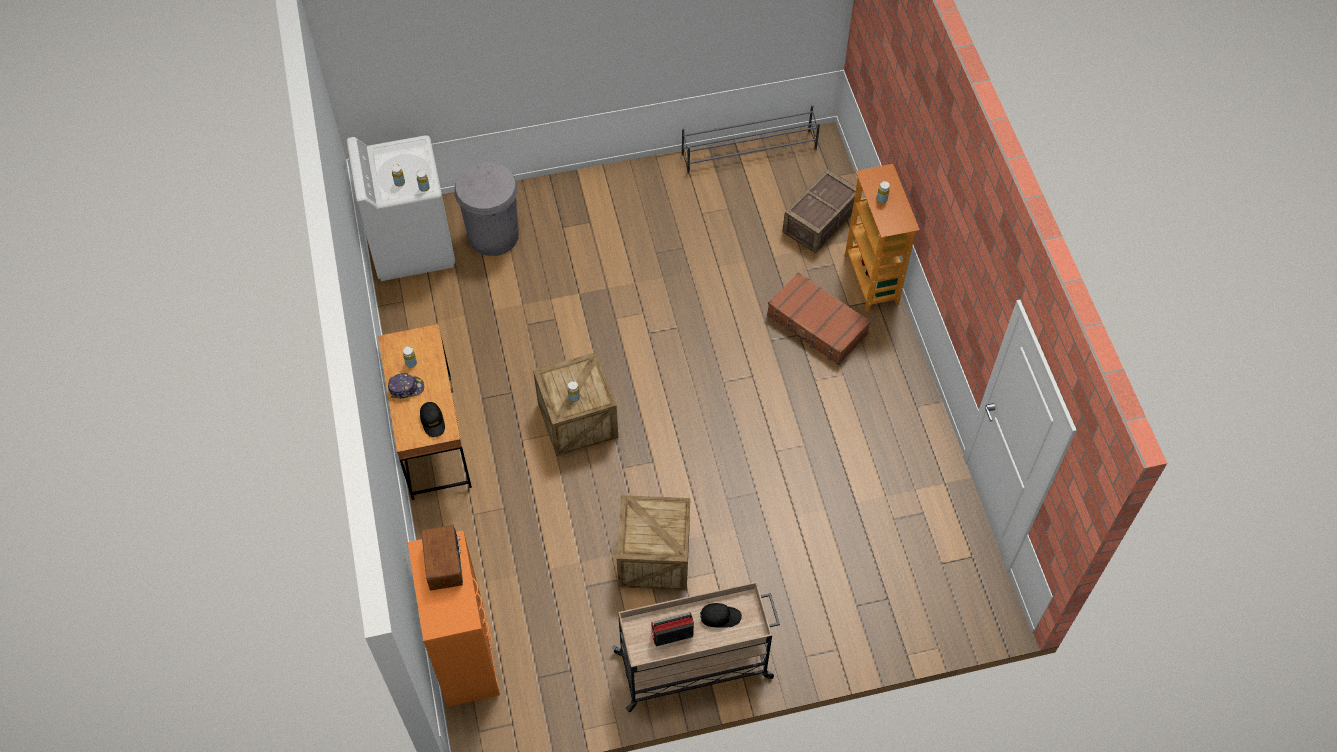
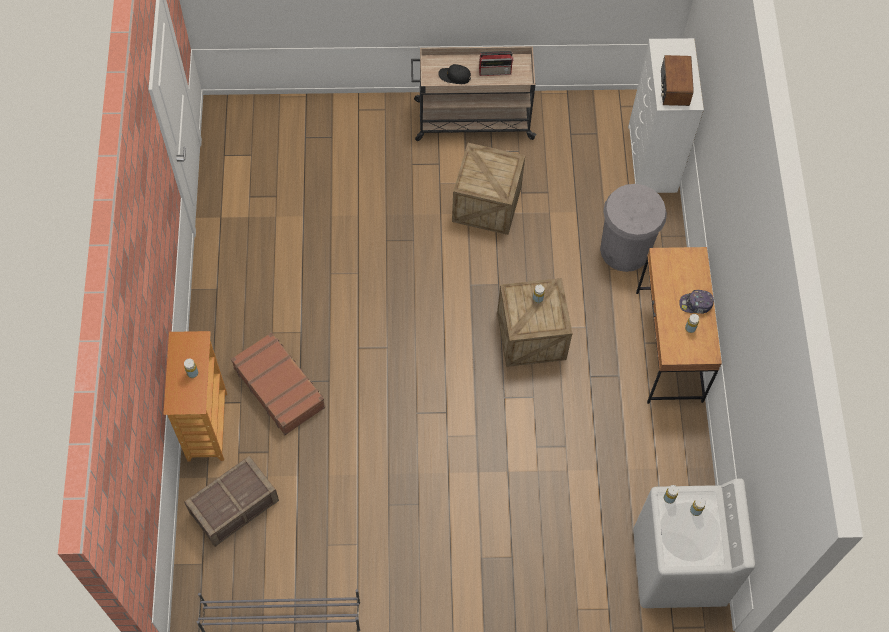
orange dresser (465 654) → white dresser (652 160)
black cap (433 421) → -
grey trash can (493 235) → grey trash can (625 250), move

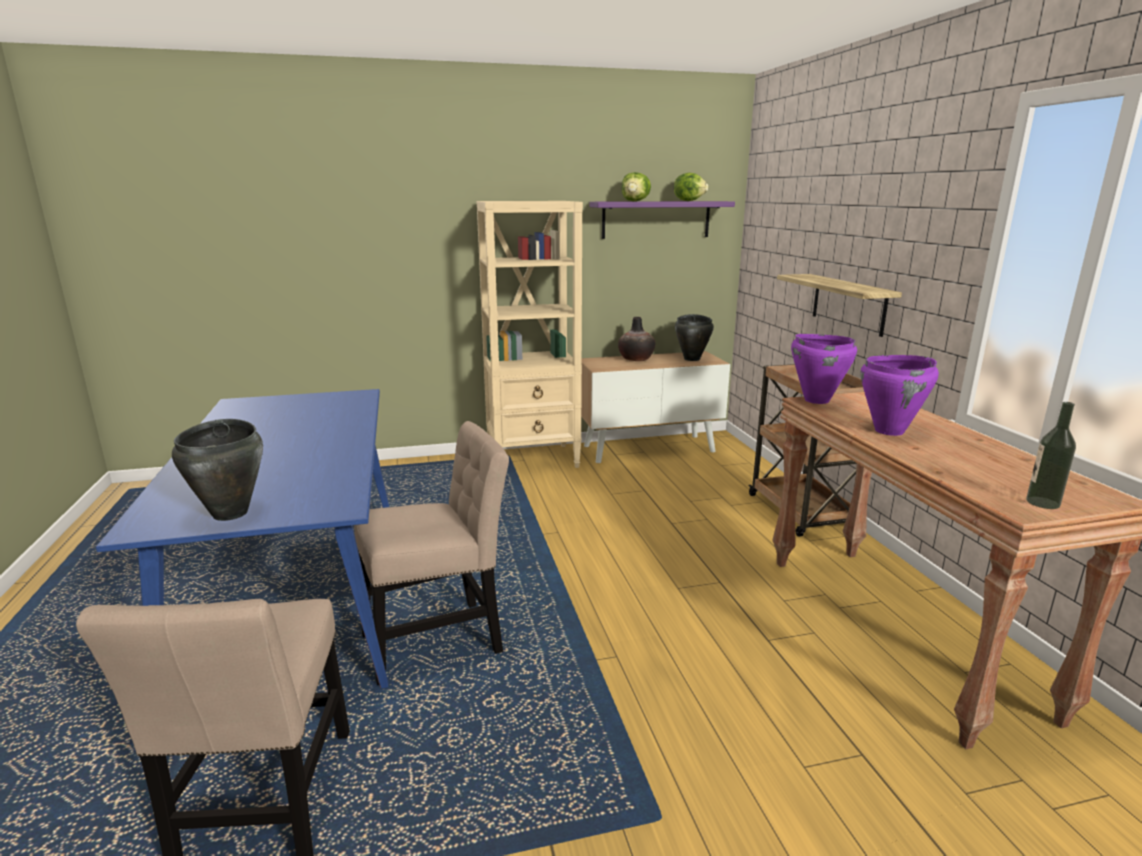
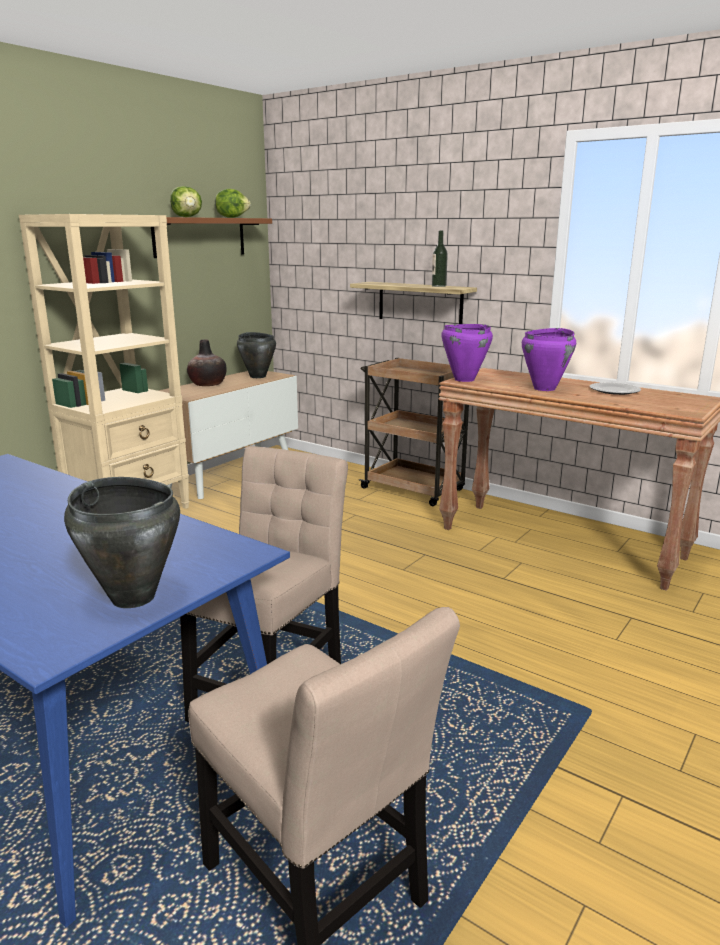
purple shelf (656 219) → brown shelf (200 237)
bottle (1042 503) → bottle (439 286), move
- → plate (615 390)

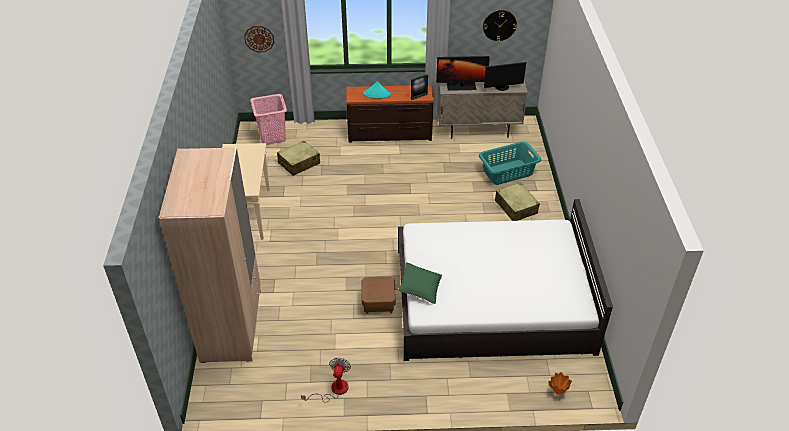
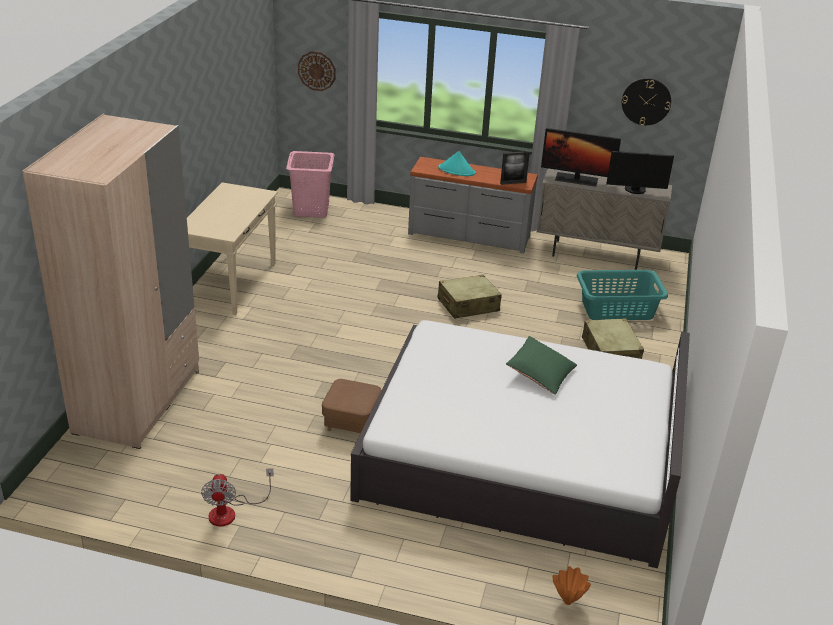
beige suitcase (299 163) → beige suitcase (467 305), move
fan (333 390) → fan (230 512), 150 degrees clockwise
brown dresser (389 134) → grey dresser (468 236)
green pillow (420 288) → green pillow (540 374), move

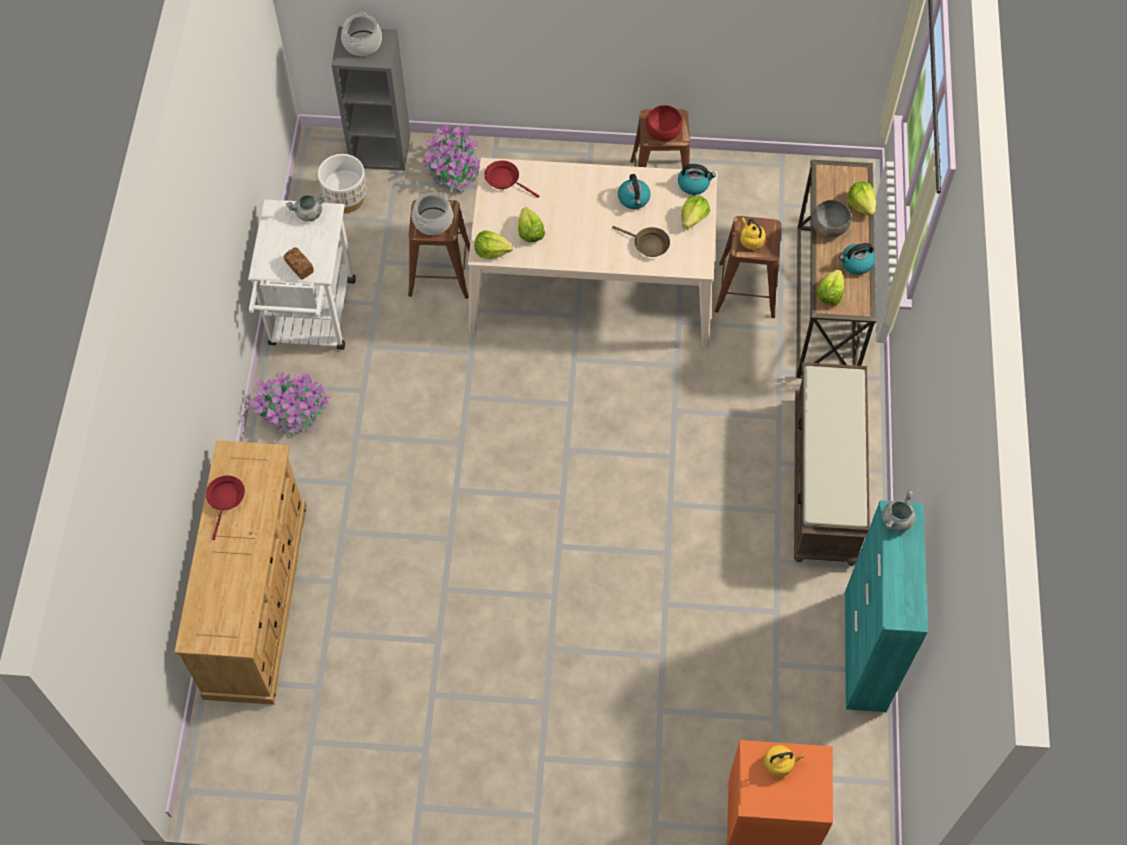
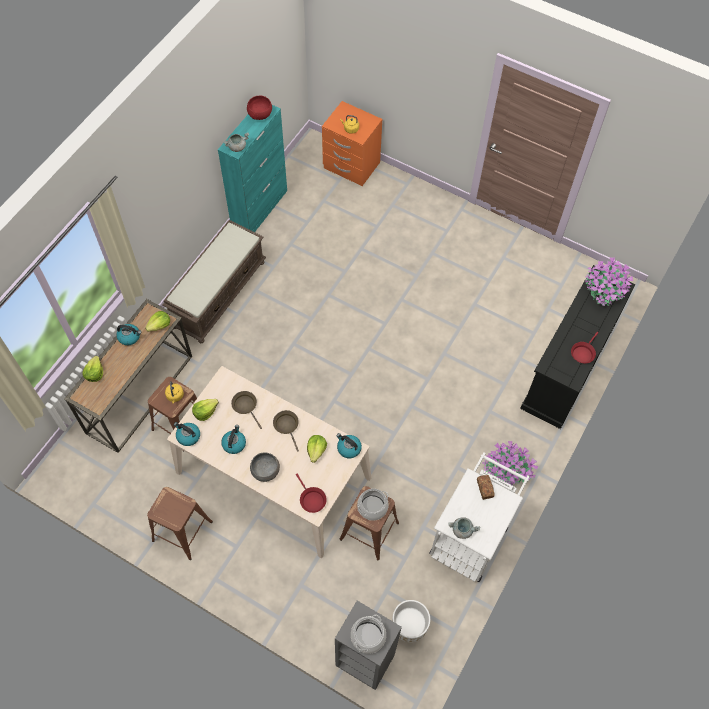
beige dresser (256 598) → black dresser (567 368)
potted plant (454 172) → potted plant (603 290), move
lettuce (492 251) → kettle (348 448)
red bowl (663 132) → red bowl (260 114), move
grey bowl (829 227) → grey bowl (265 471), move
- → brown frying pan (287 426)

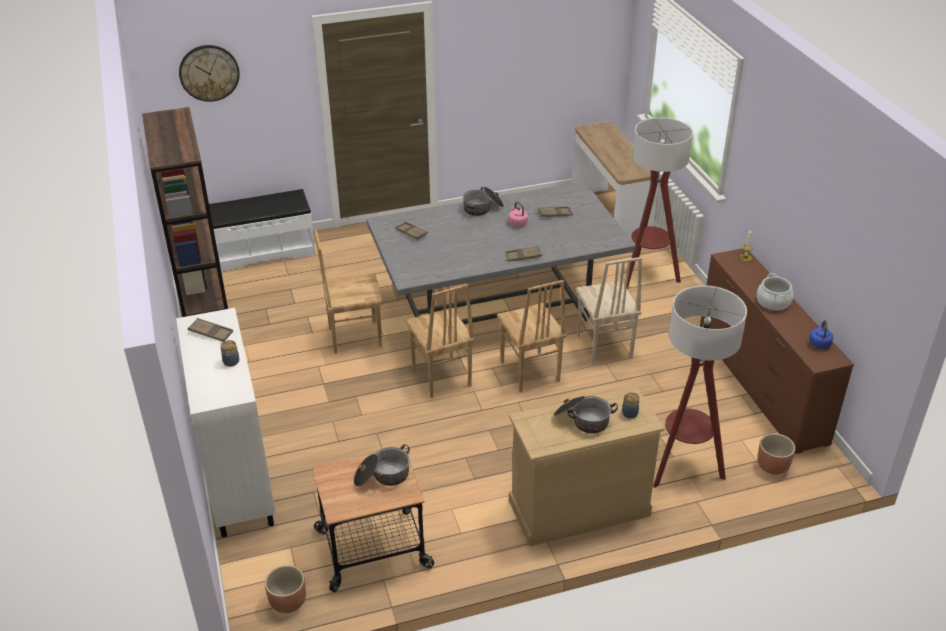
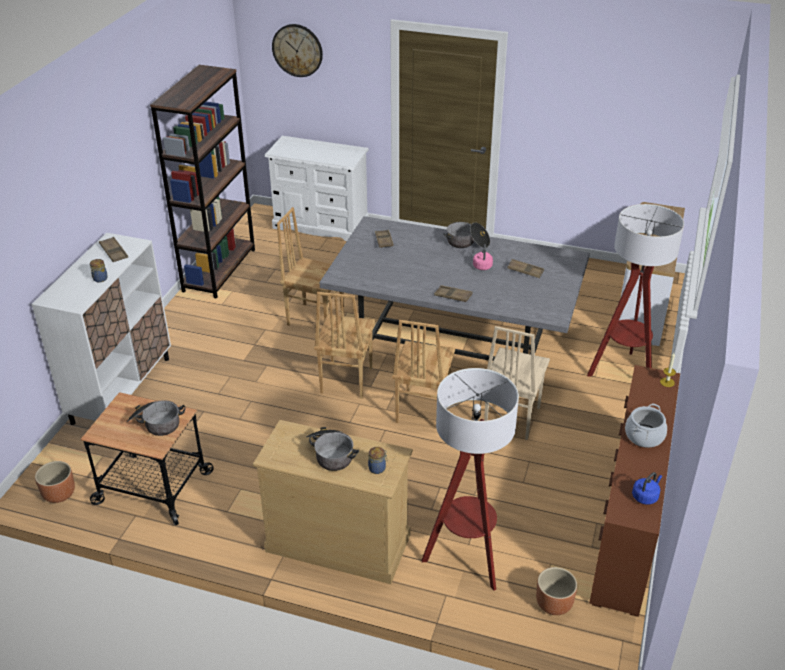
white bench (264 251) → white dresser (321 225)

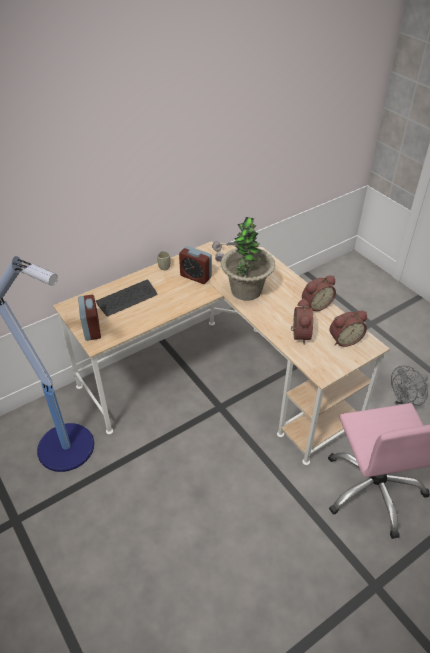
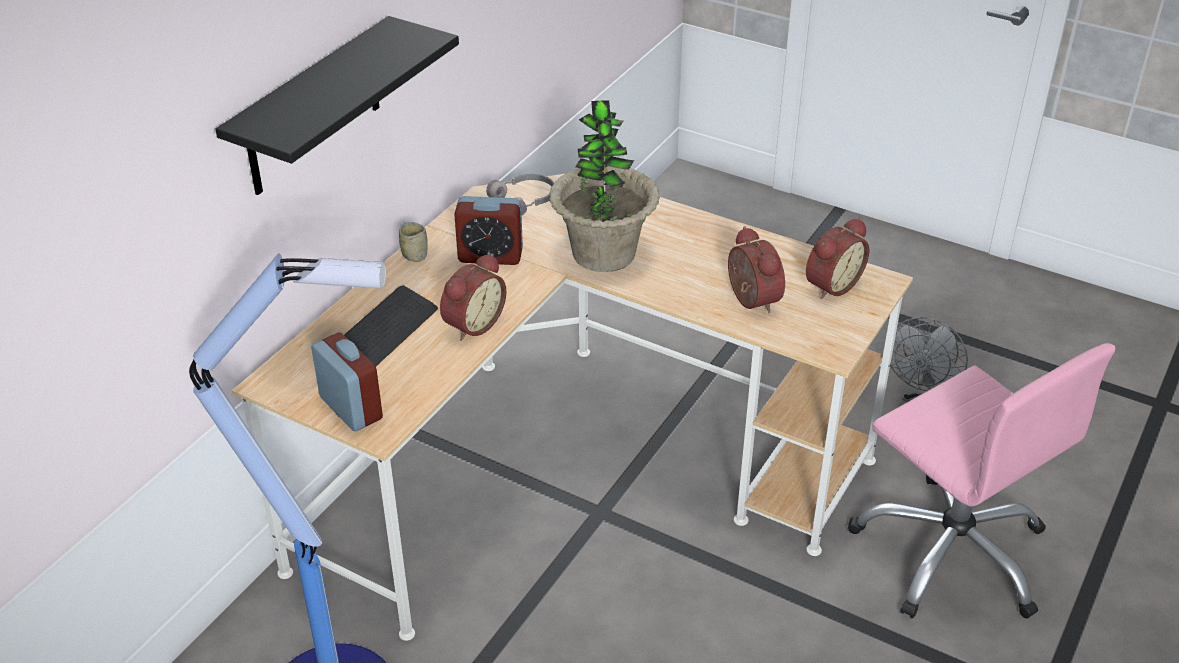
alarm clock (315 304) → alarm clock (471 324), move
- → black shelf (313 109)

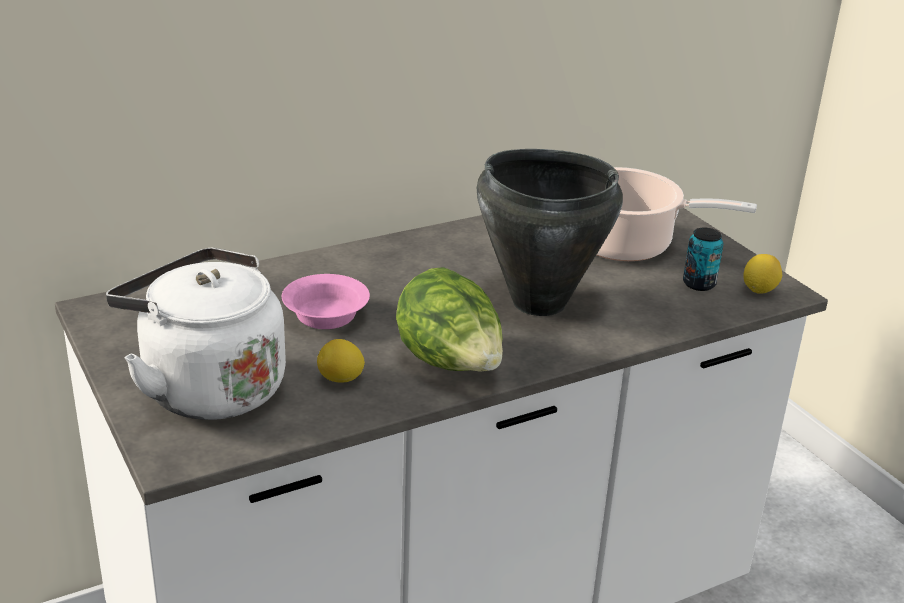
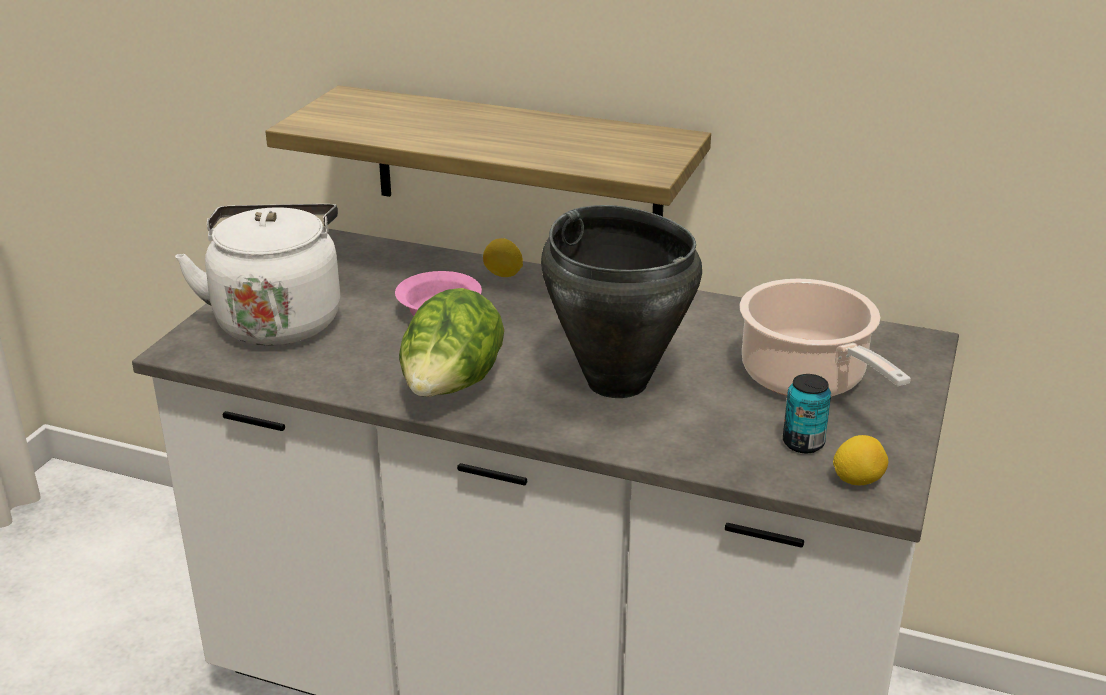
lemon (341 379) → lemon (503 275), move
- → shelf (516 162)

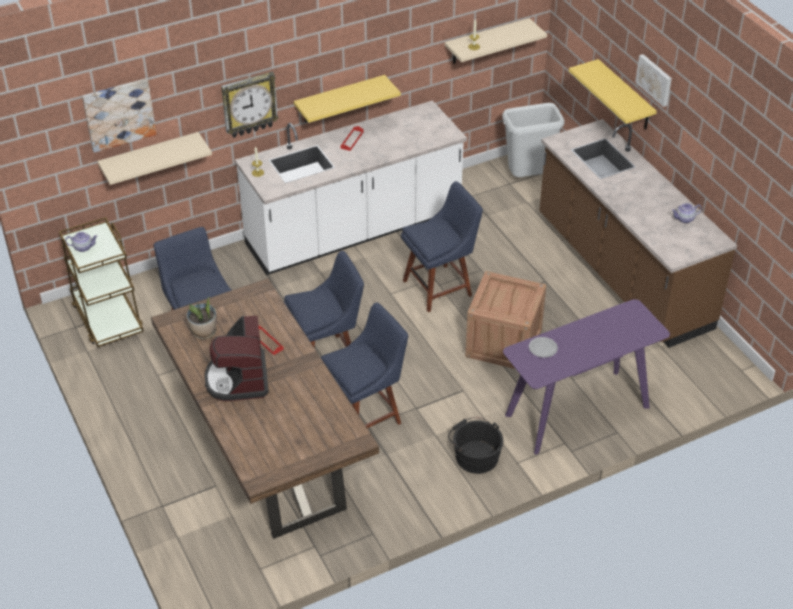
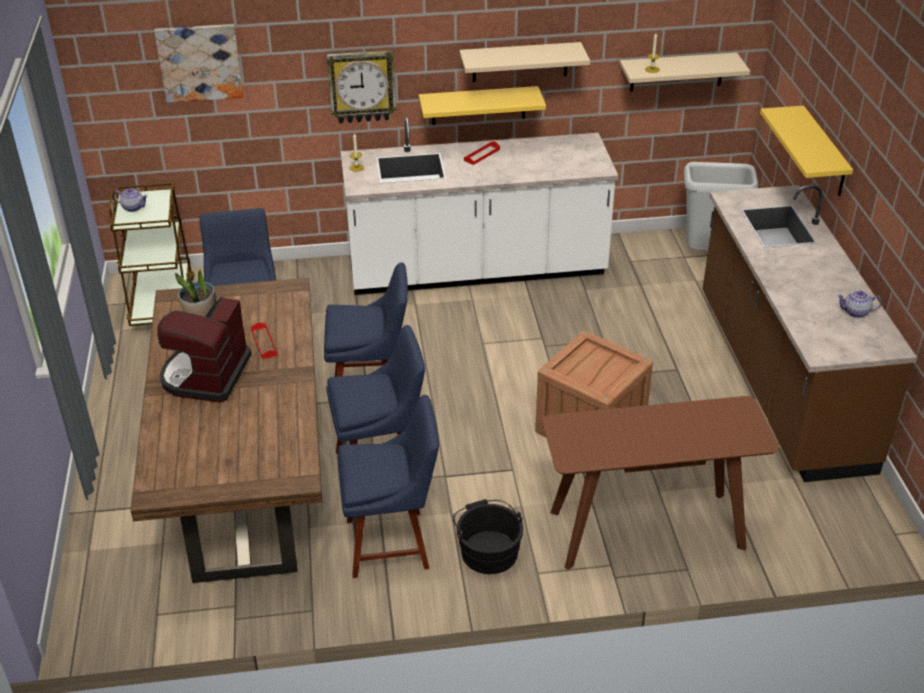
beige shelf (150 158) → beige shelf (520 62), move
blue chair (440 287) → blue chair (393 543), move
purple console table (577 411) → brown console table (646 530)
plate (542 348) → -
picture (655 79) → -

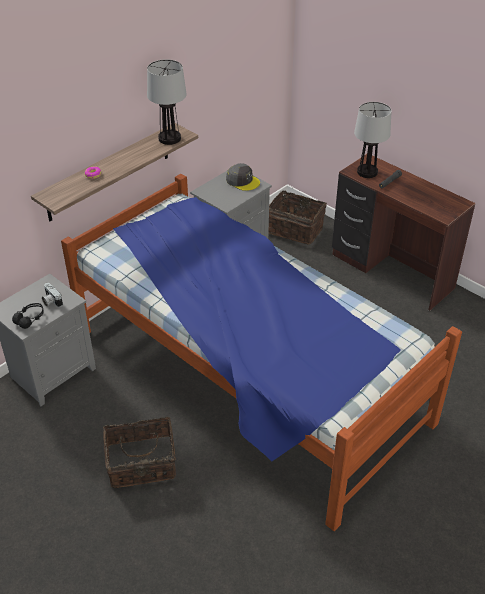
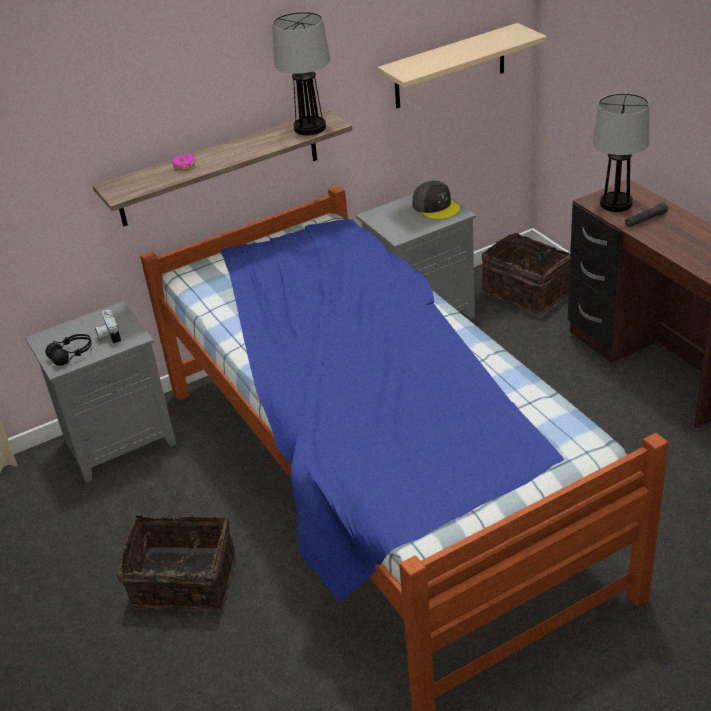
- → beige shelf (450 67)

